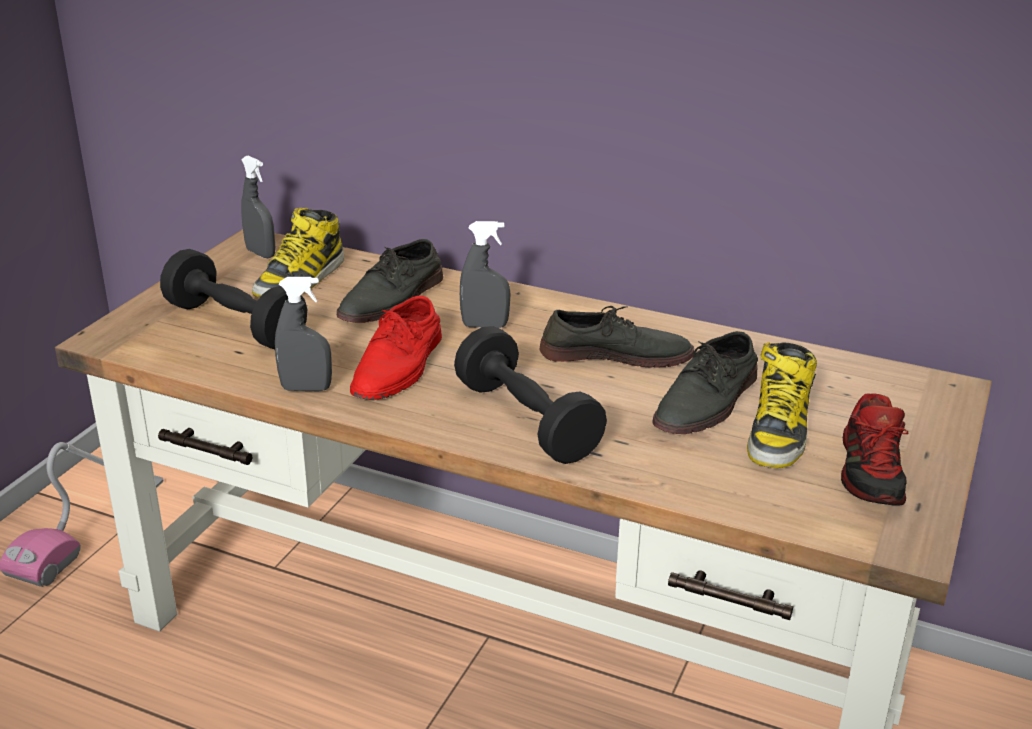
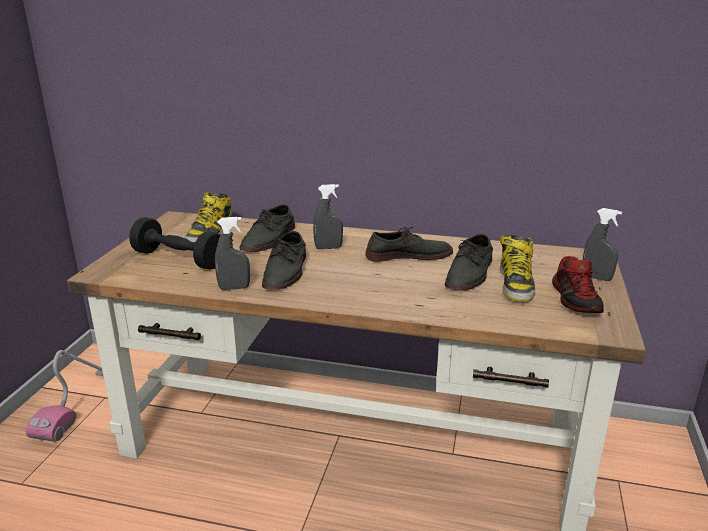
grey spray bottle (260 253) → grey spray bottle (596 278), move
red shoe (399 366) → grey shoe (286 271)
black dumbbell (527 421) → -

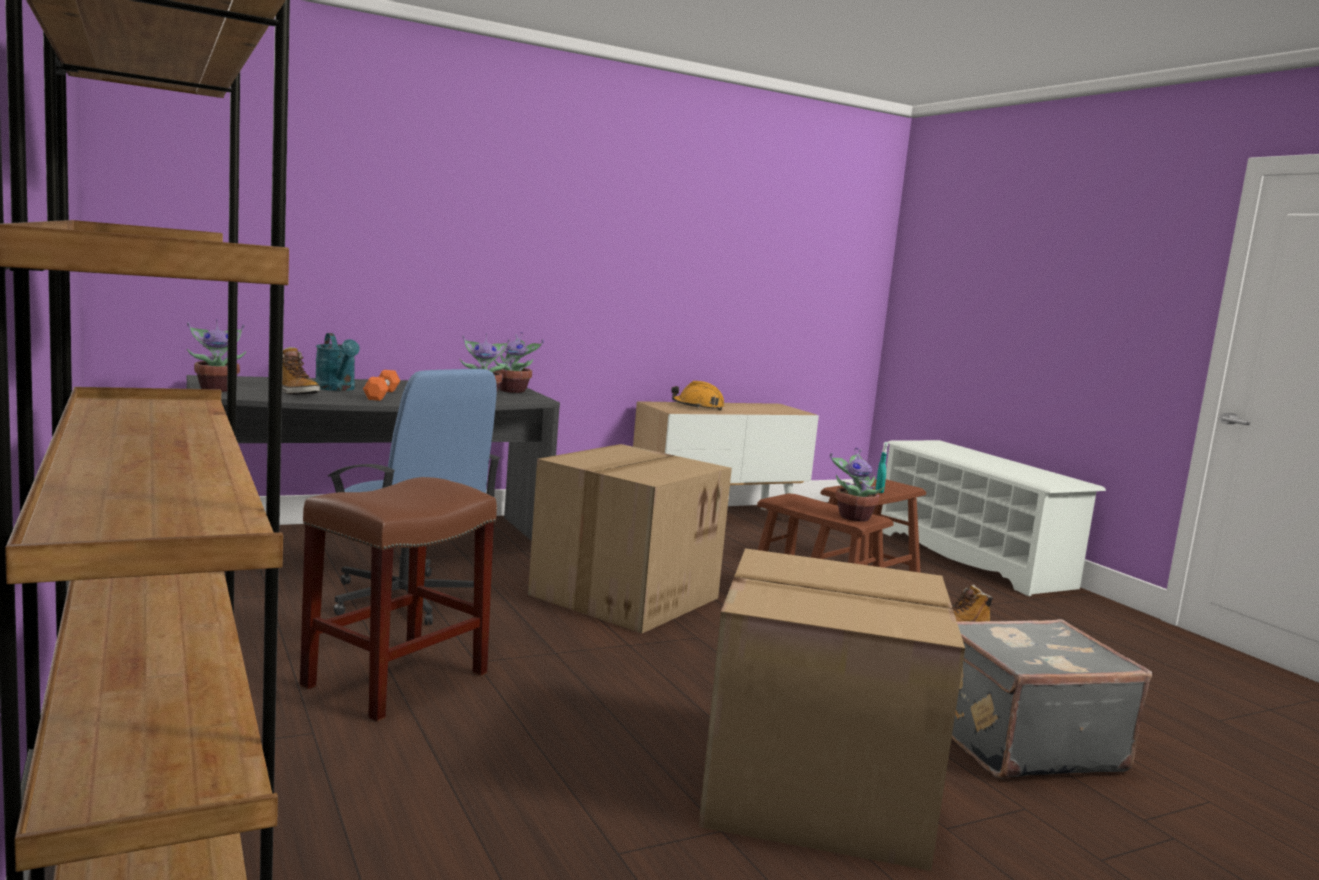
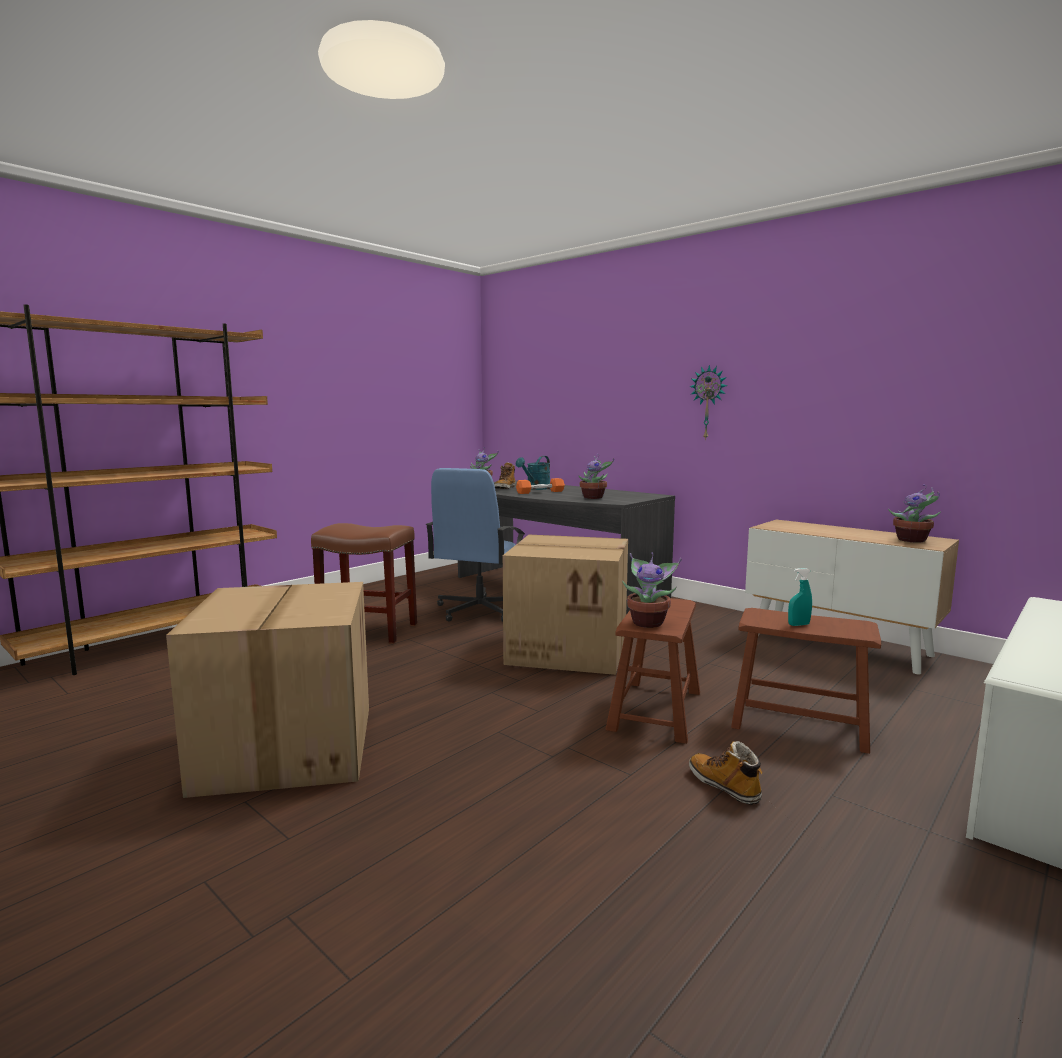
potted plant (514 391) → potted plant (913 540), move
orange hard hat (697 407) → -
grey suitcase (1020 742) → -
- → wall clock (708 402)

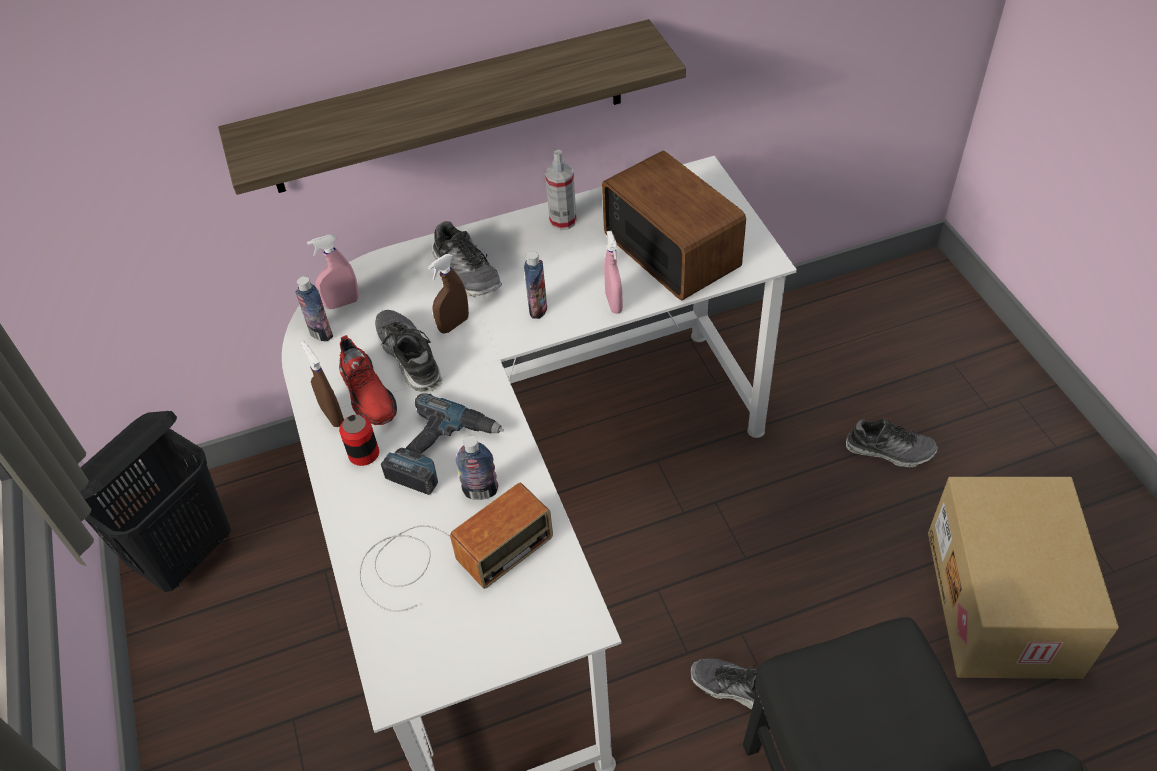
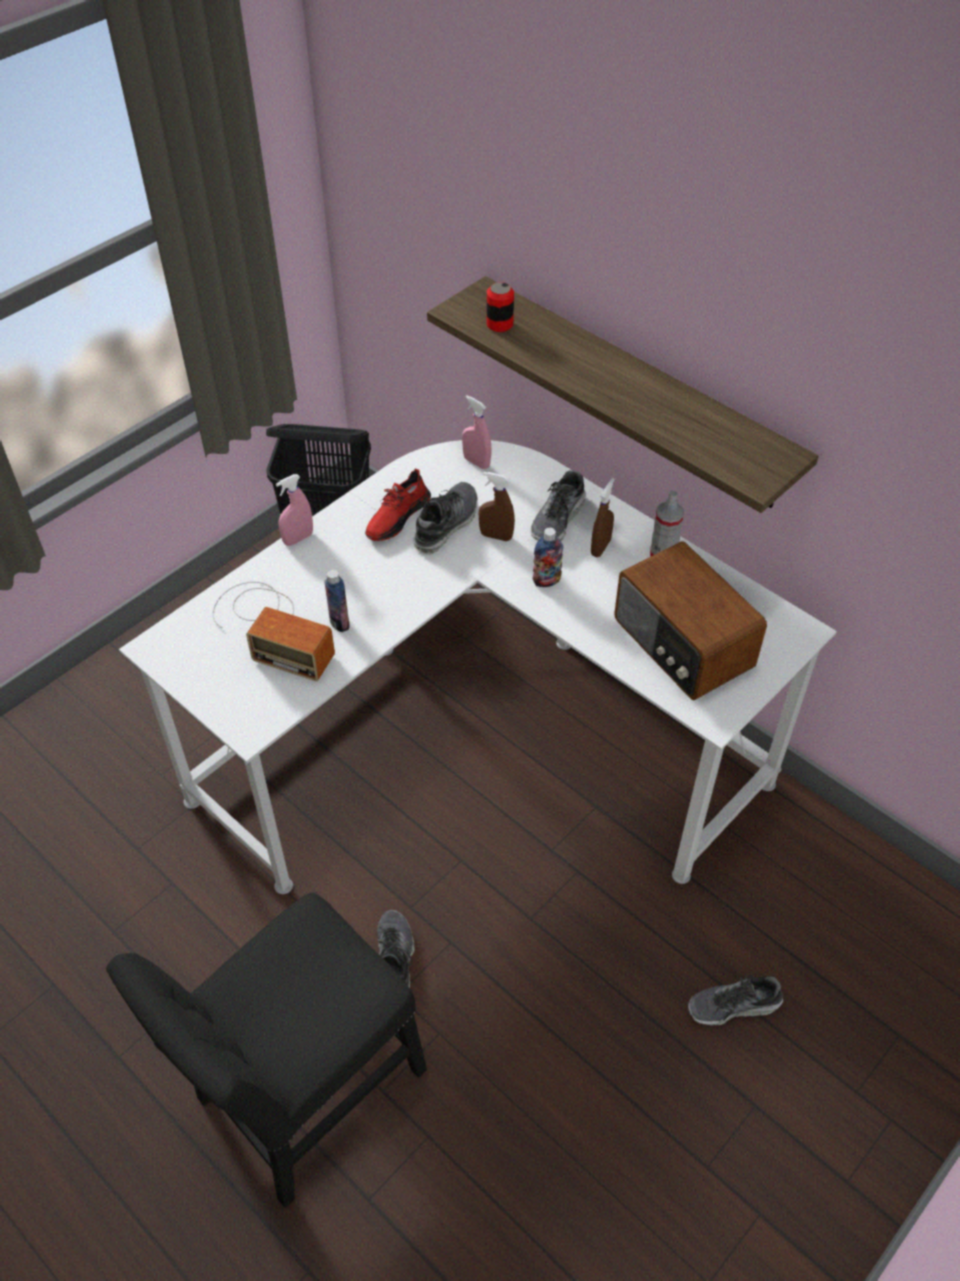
bottle (321 333) → -
brown spray bottle (332 415) → brown spray bottle (600 547), move
can (364 454) → can (499 324), move
power drill (441 452) → -
radio (672 249) → radio (681 644), 120 degrees clockwise
pink spray bottle (613 303) → pink spray bottle (298 539), move
shoe (889 450) → shoe (733 1006), 90 degrees clockwise
cardboard box (1004 603) → -

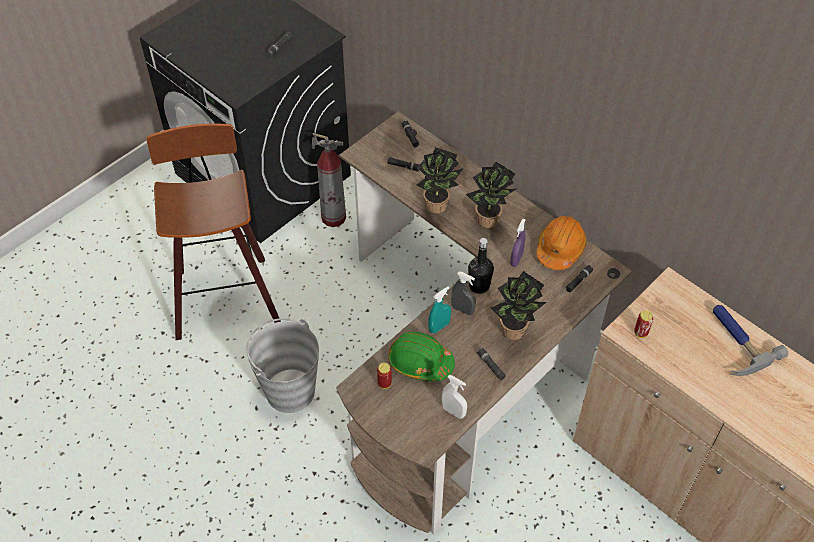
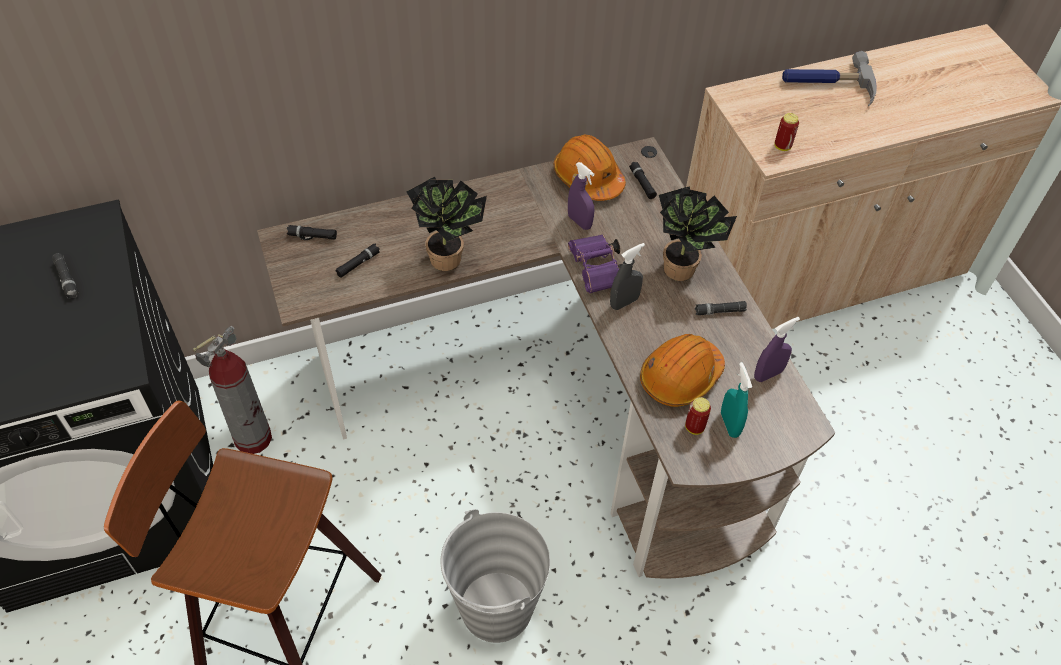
green hard hat (420 362) → orange hard hat (680 377)
turquoise spray bottle (439 327) → turquoise spray bottle (729 424), move
white spray bottle (453 411) → purple spray bottle (768 374)
potted plant (489 222) → -
black bottle (479 286) → purple binoculars (597 272)

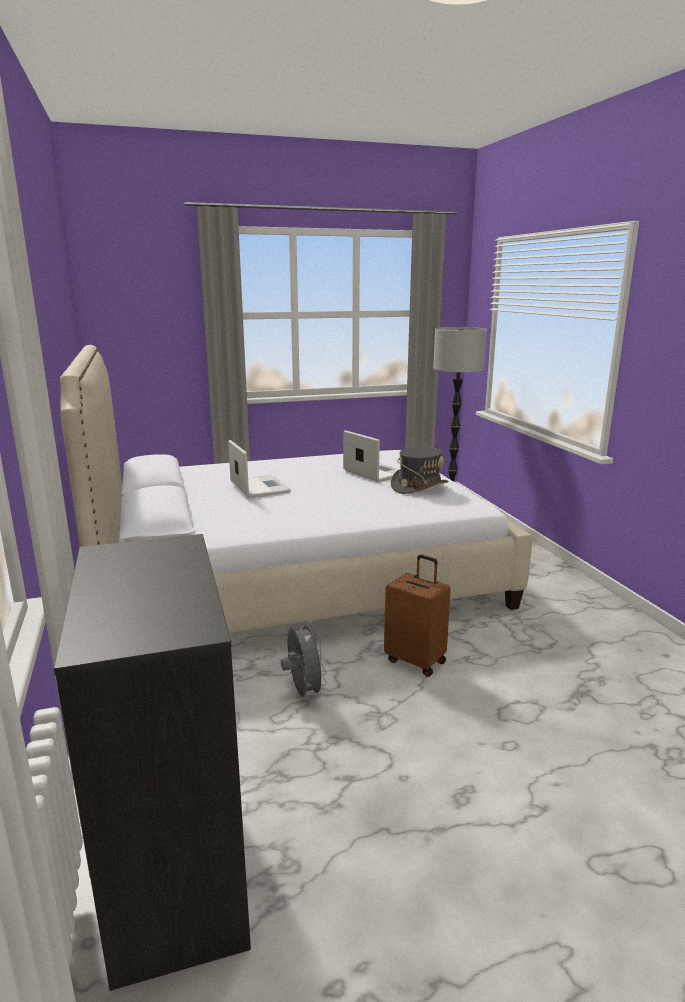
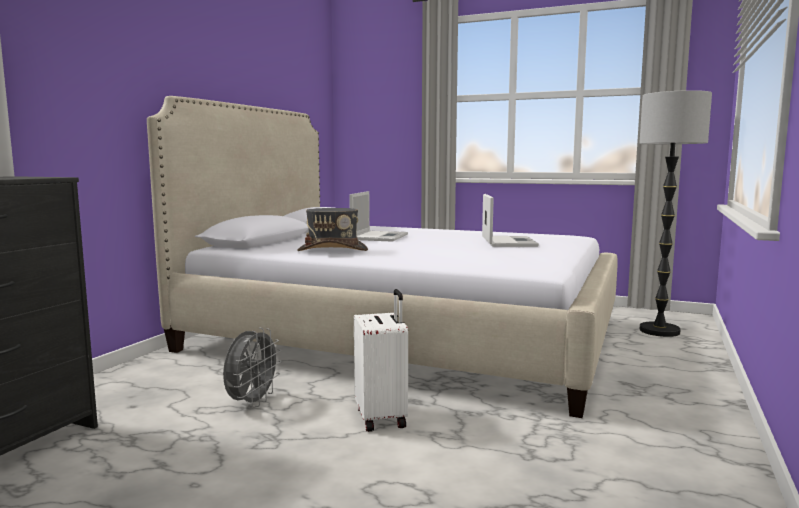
brown suitcase (416 660) → white suitcase (382 417)
grey hat (419 486) → grey hat (333 250), move

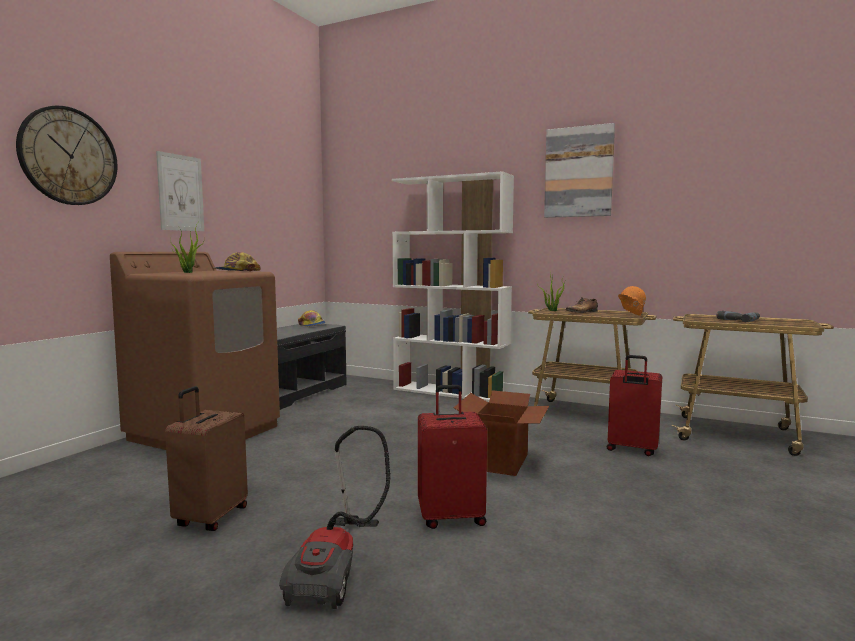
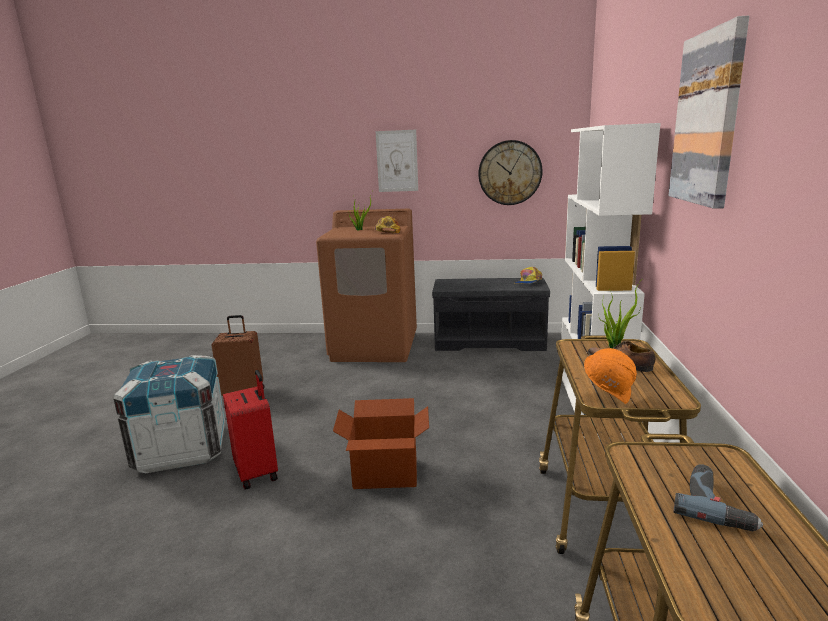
wall clock (68 156) → wall clock (510 173), move
vacuum cleaner (337 570) → crate (182 449)
red suitcase (631 449) → -

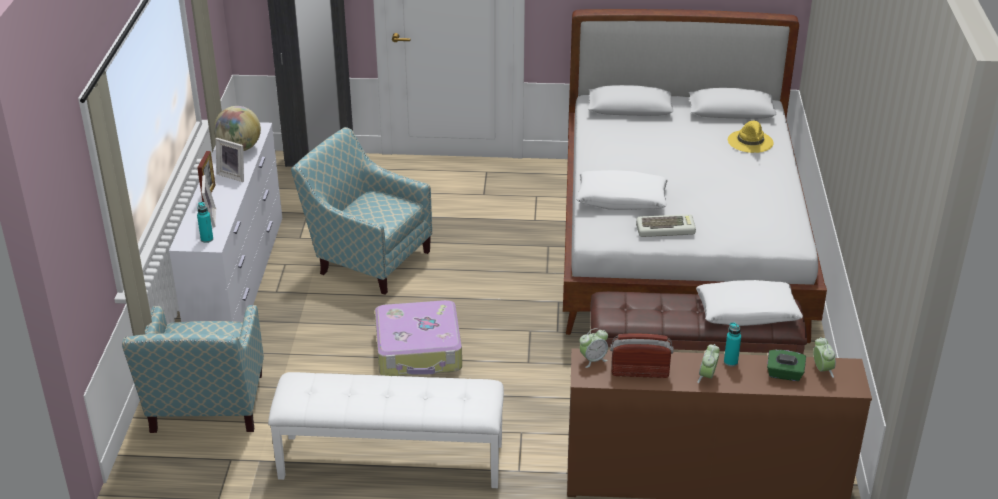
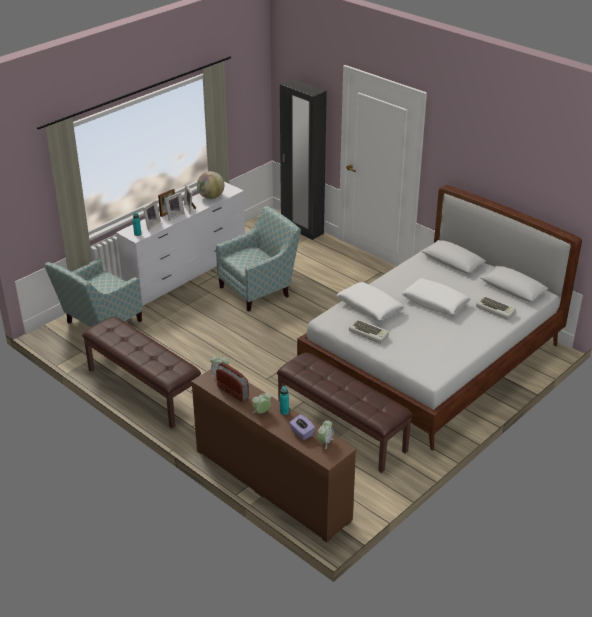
white bench (390 461) → brown bench (143 389)
armchair (367 258) → armchair (259 289), 75 degrees clockwise
suitcase (419 351) → -
white pillow (747 312) → white pillow (435 302), move
yellow hat (750 141) → keyboard (496 310)
green tissue box (784 374) → purple tissue box (302 433)
- → picture frame (174 216)

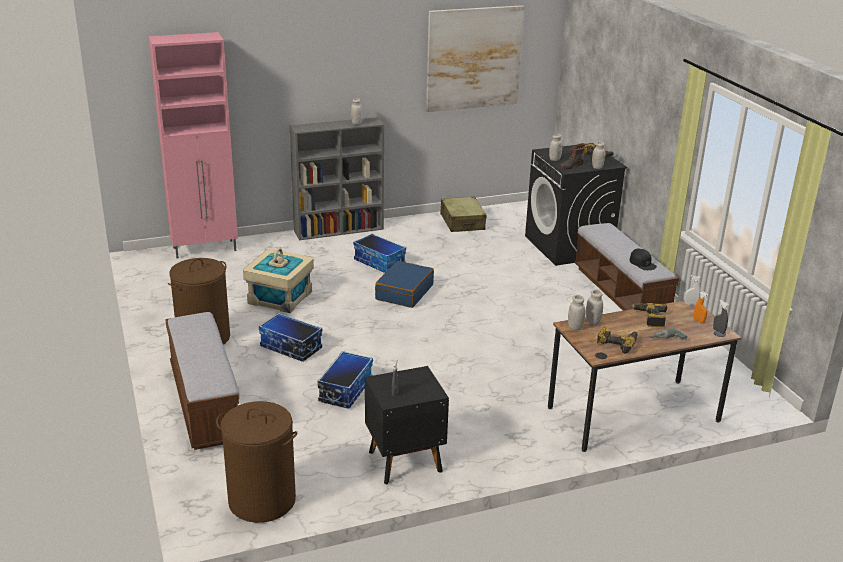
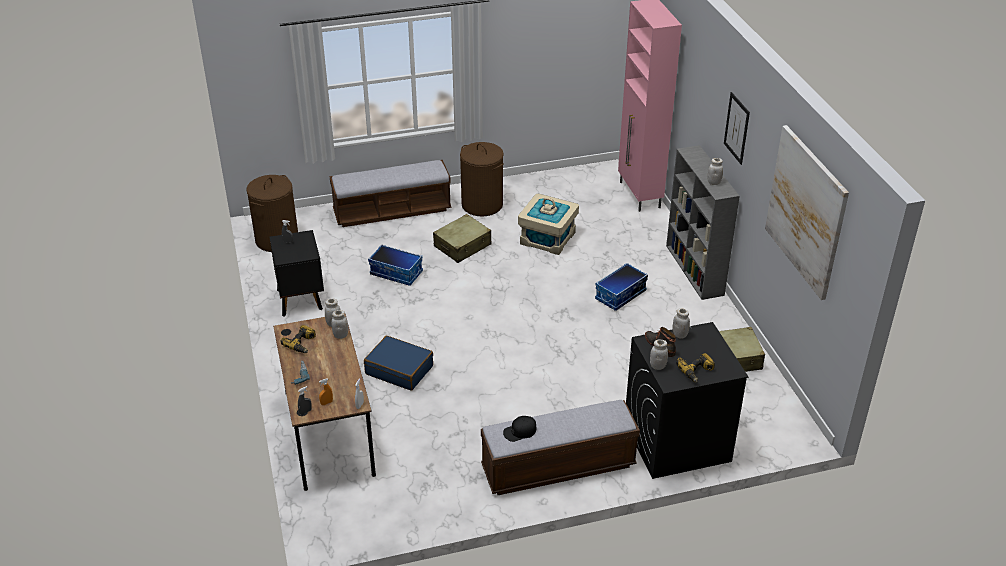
storage box (290 348) → beige suitcase (462 246)
blue suitcase (404 292) → blue suitcase (399 370), move
power drill (649 318) → -
- → picture (736 128)

